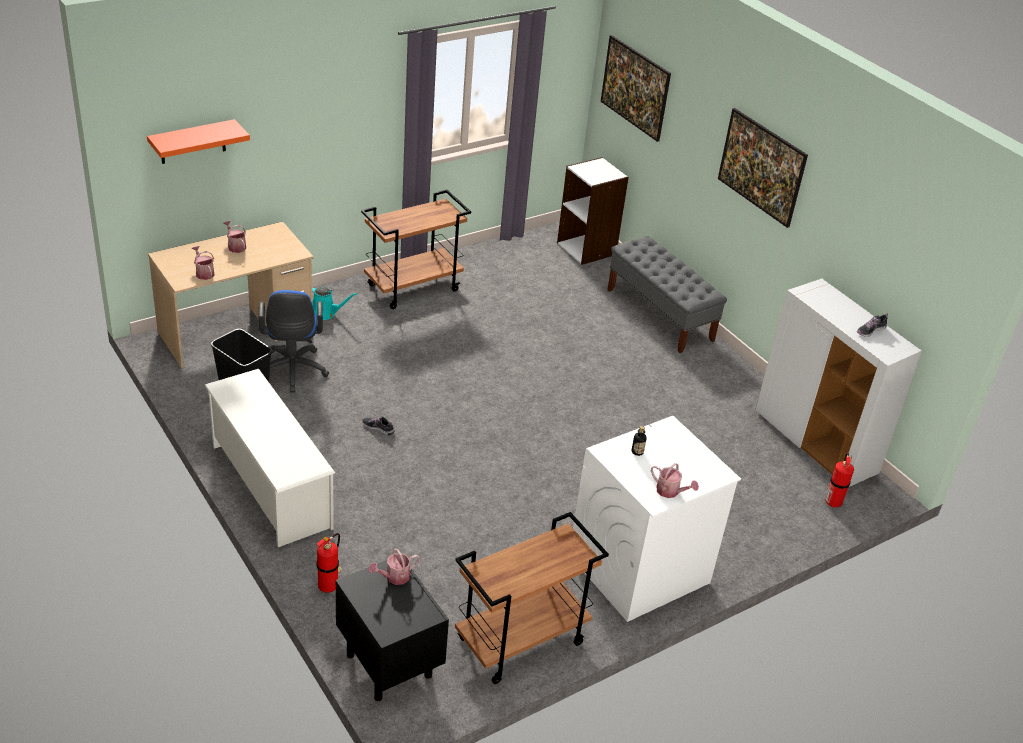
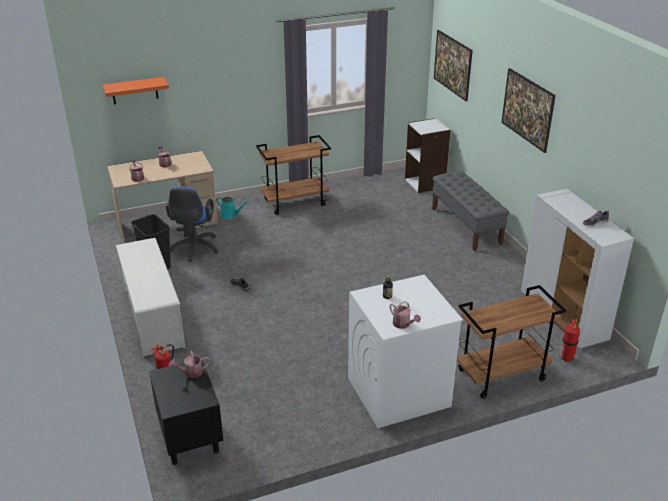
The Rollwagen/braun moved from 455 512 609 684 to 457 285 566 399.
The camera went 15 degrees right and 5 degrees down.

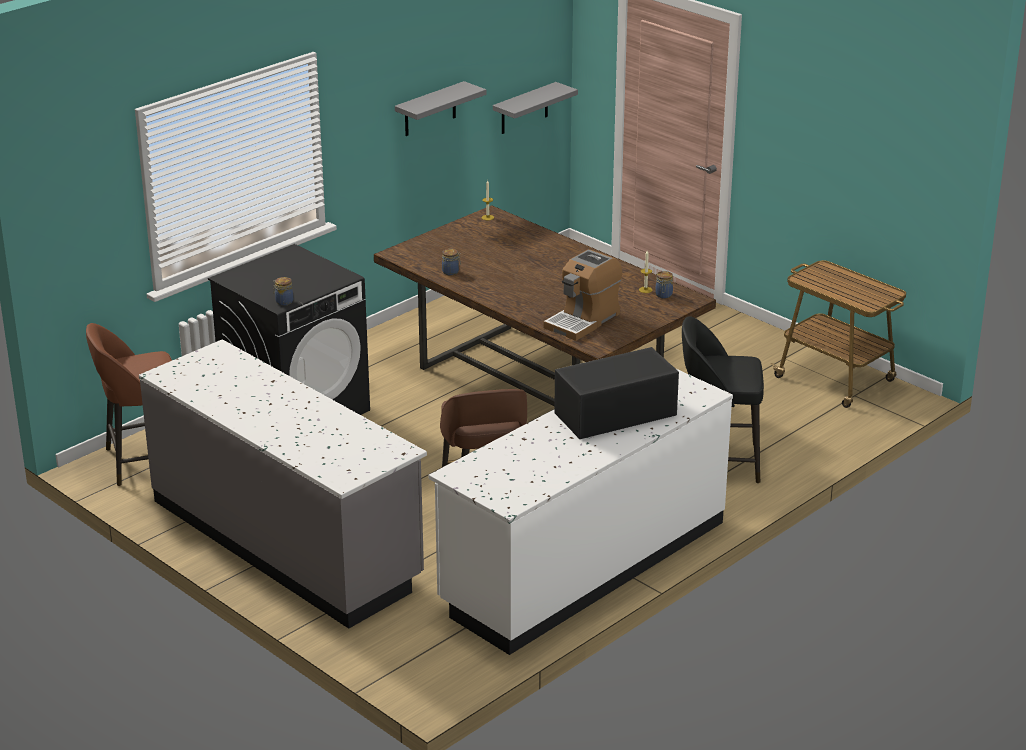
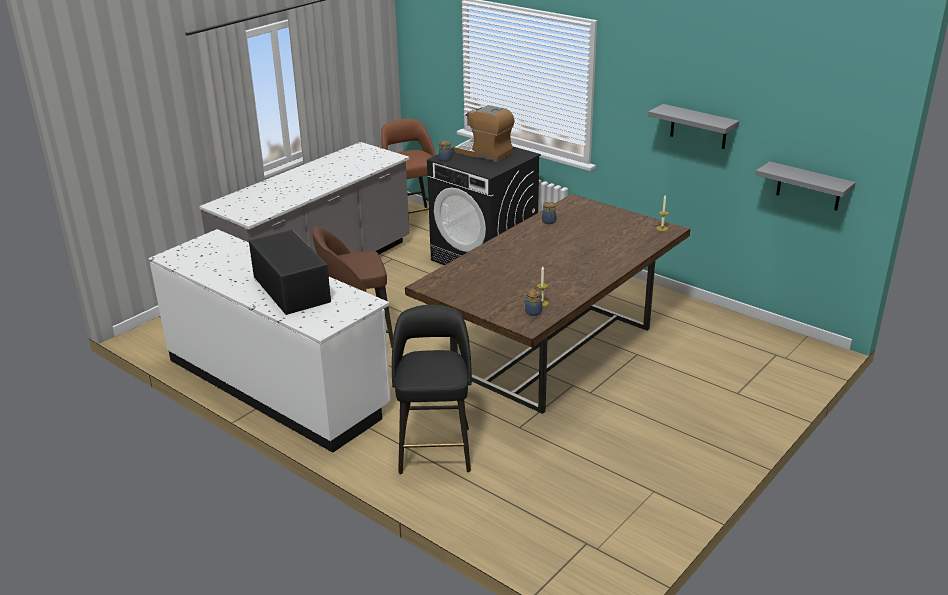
The Kaffeemaschine moved from 543 249 622 341 to 454 105 514 162.
The Rollwagen at 771 260 906 408 disappeared.
The camera went 85 degrees right and 0 degrees up.

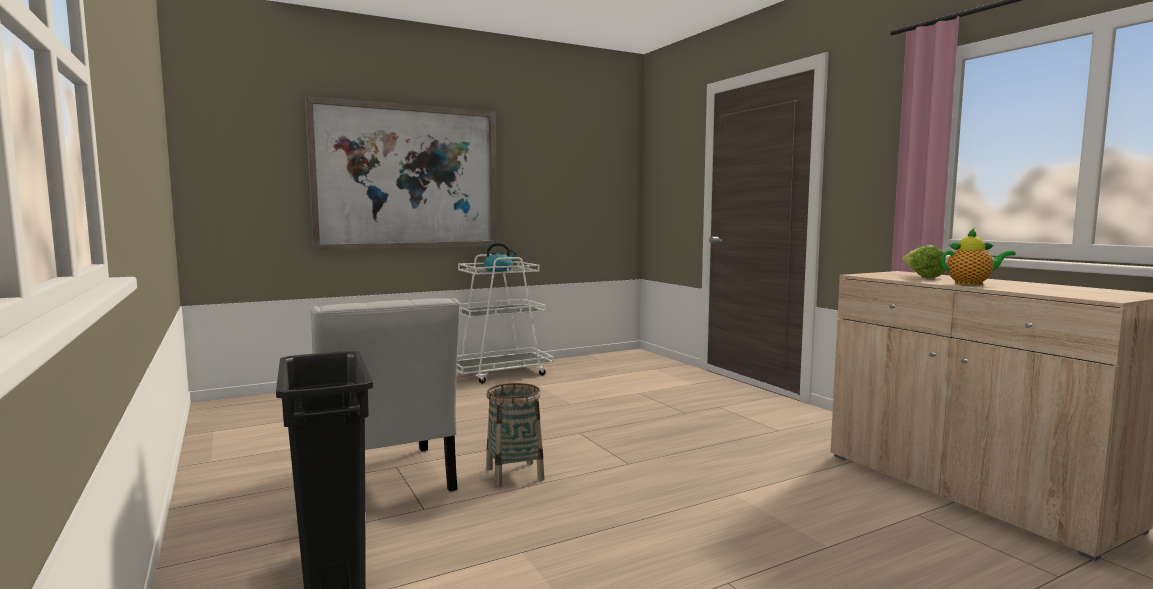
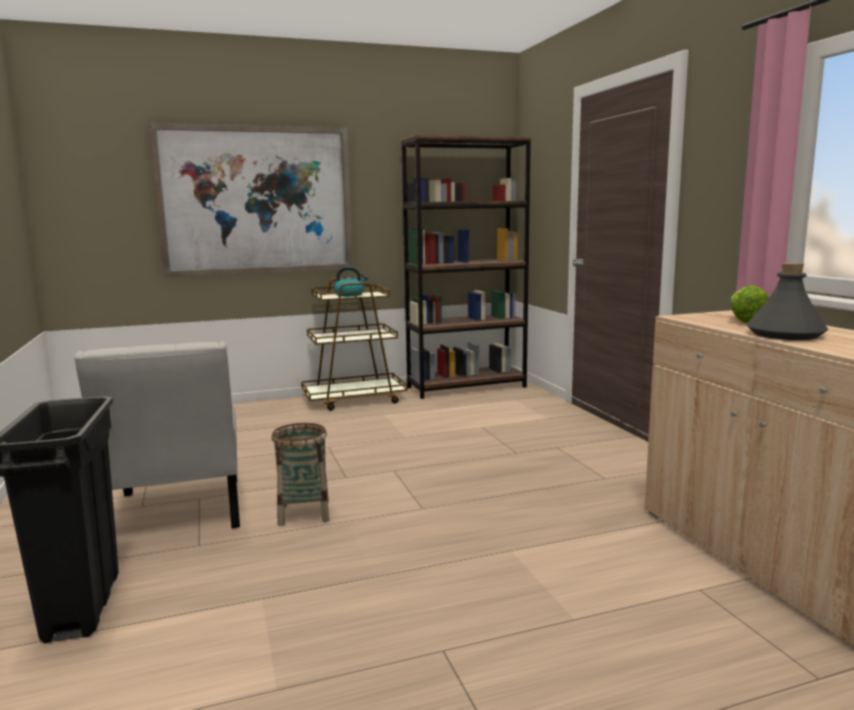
The Rollwagen/weiß at 457 254 554 384 became the Rollwagen/braun at 301 277 408 411.
The Bücherregal/braun at 401 135 531 399 appeared.
The Teekanne at 941 229 1016 285 was replaced by the Flasche/grau at 746 263 828 340.
The camera went 10 degrees right and 5 degrees up.

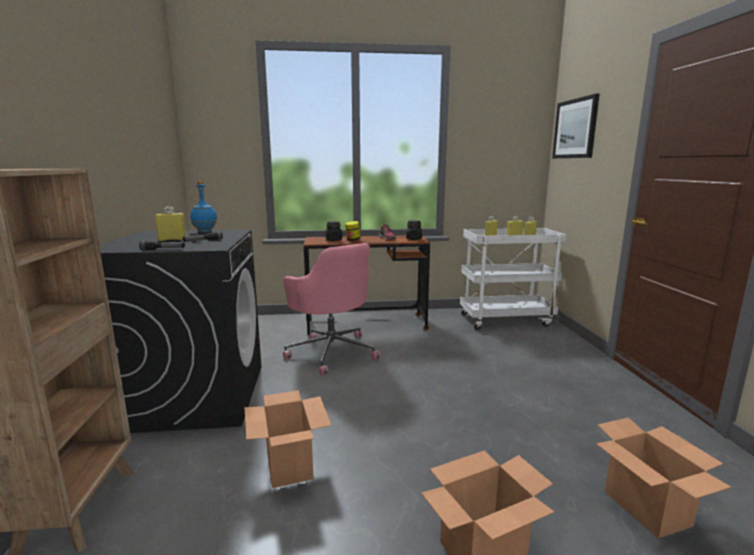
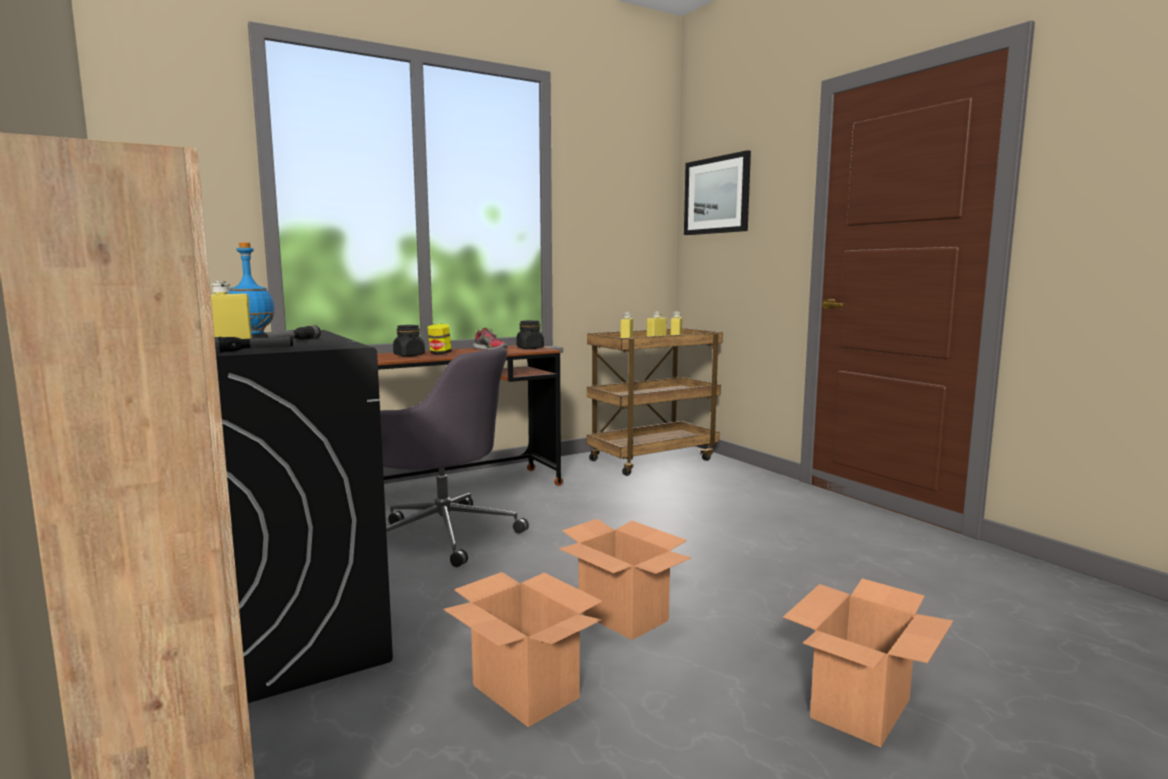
The Bürostuhl/rosa at 283 243 381 375 became the Bürostuhl/grau at 380 348 529 567.
The Karton moved from 596 417 731 538 to 559 519 691 640.
The Rollwagen/weiß at 460 228 566 330 became the Rollwagen/braun at 587 328 723 476.
The camera went 25 degrees left and 5 degrees down.

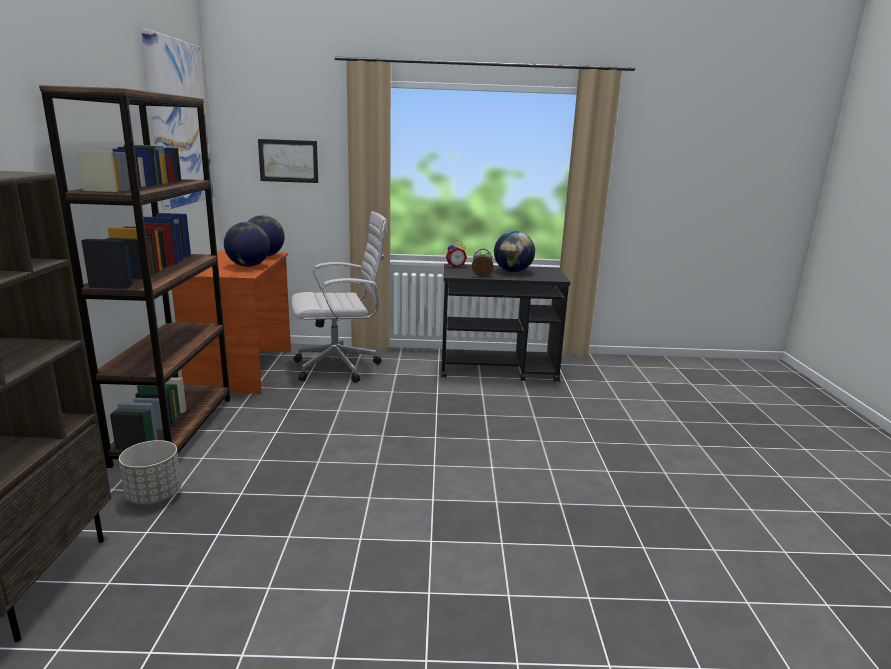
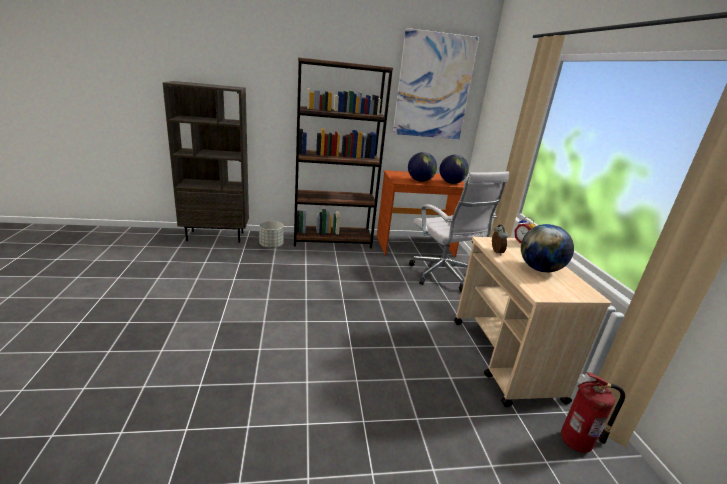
The Rollwagen/schwarz at 441 264 570 382 became the Rollwagen/beige at 454 237 611 407.
The Feuerlöscher at 561 372 625 453 appeared.
The Bild at 258 139 318 183 disappeared.
The camera went 80 degrees right and 5 degrees up.

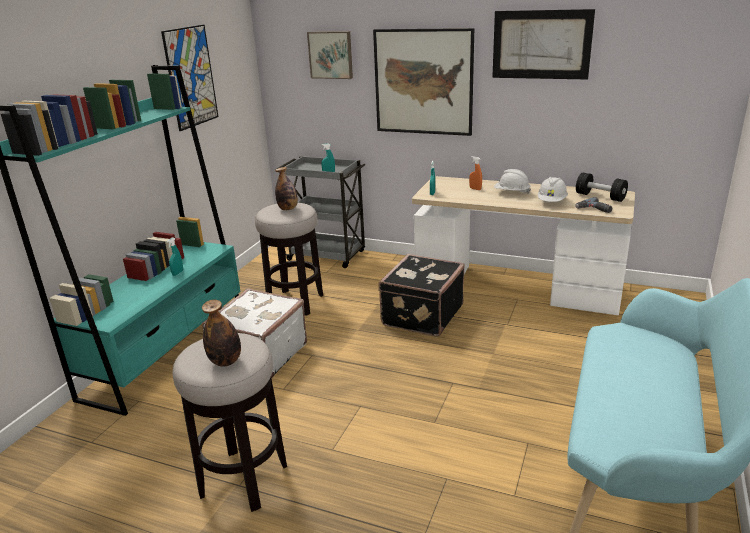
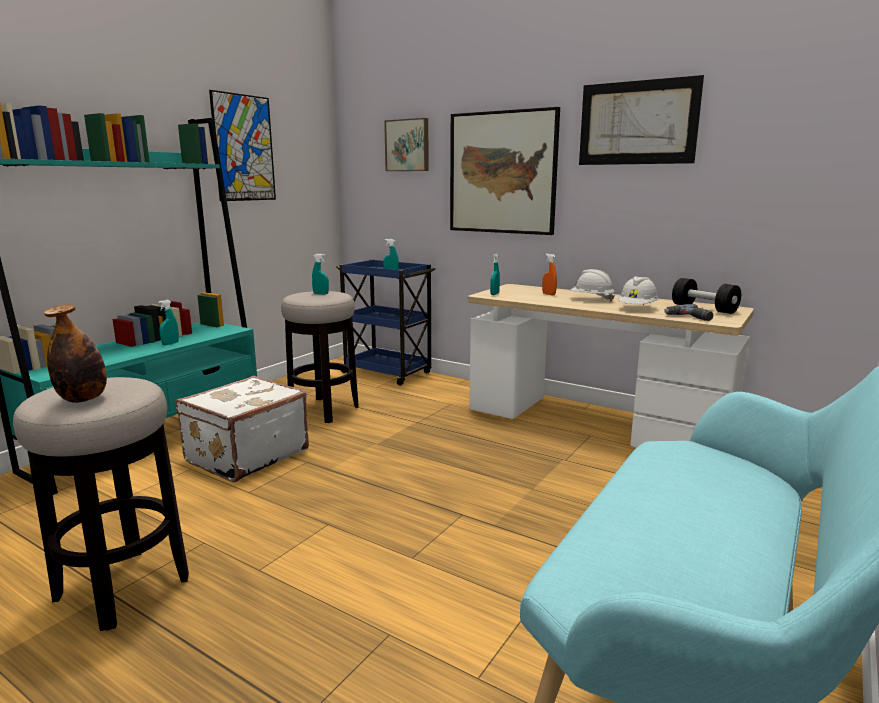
The Flasche at 275 167 298 210 was replaced by the Sprühflasche/türkis at 312 254 329 295.
The Rollwagen/grau at 277 156 365 268 became the Rollwagen/blau at 336 259 436 386.
The Koffer/schwarz at 378 254 465 337 disappeared.
The camera went 10 degrees right and 10 degrees down.

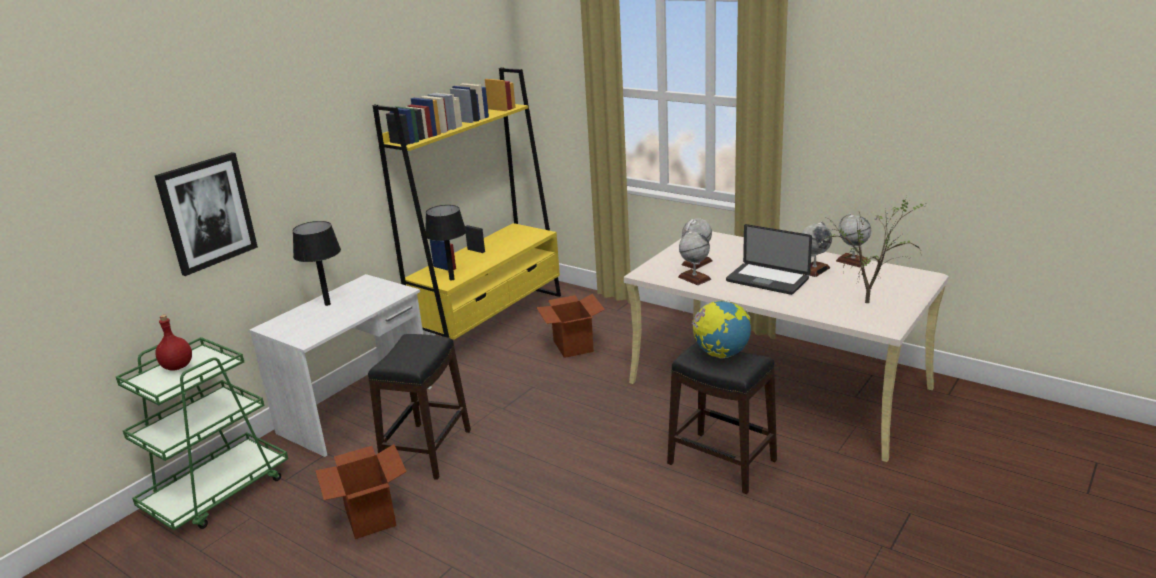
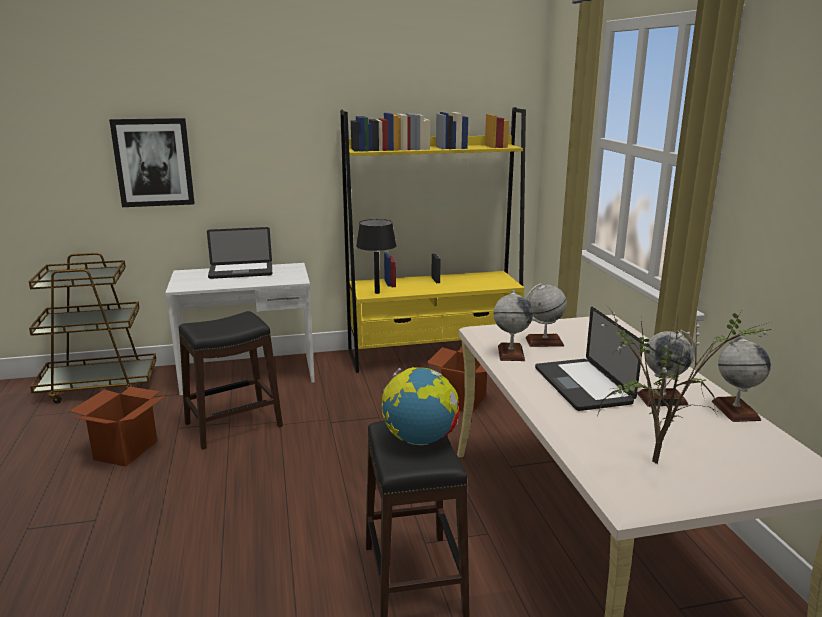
The Rollwagen/grün at 116 337 289 530 became the Rollwagen/braun at 29 253 156 404.
The Tischlampe/schwarz at 293 221 341 306 was replaced by the Laptop at 207 227 272 279.
The Flasche/rot at 155 315 192 371 disappeared.
The camera went 40 degrees right and 5 degrees down.

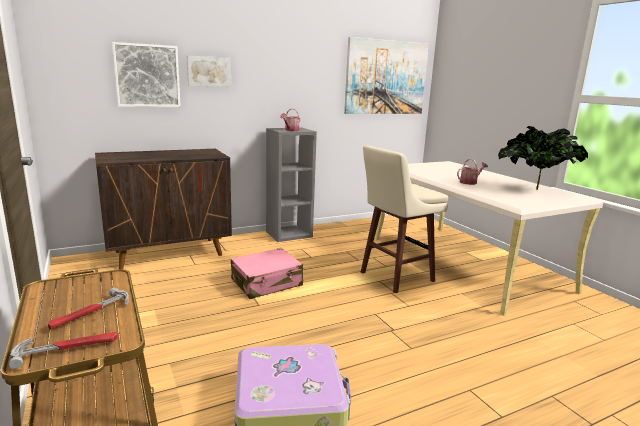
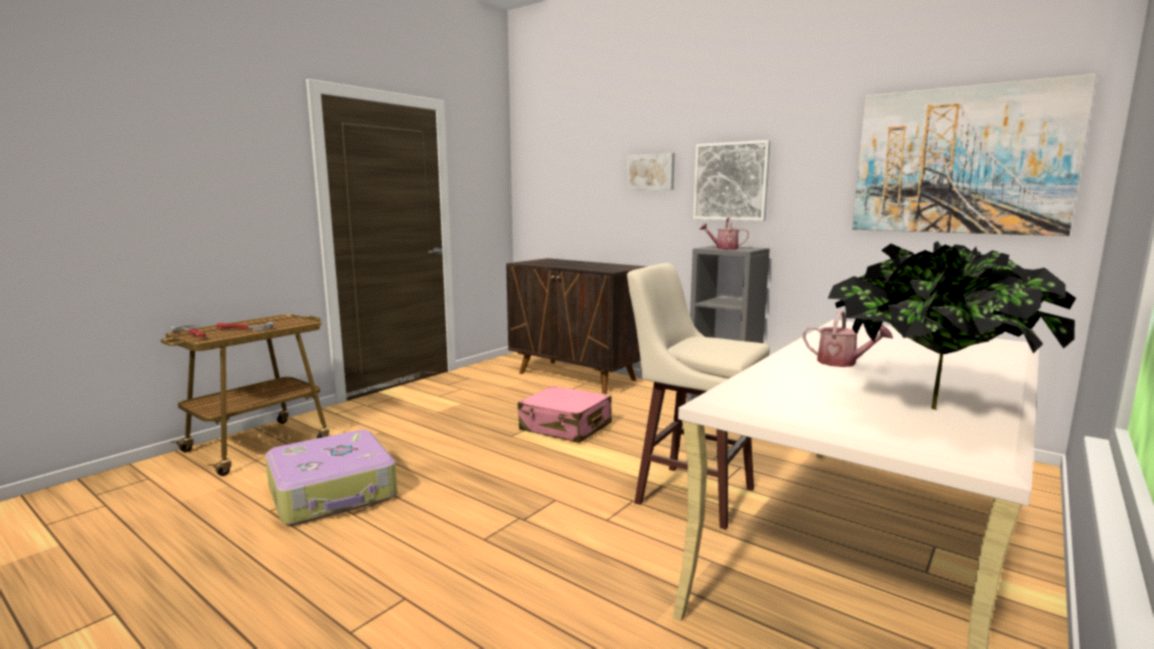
The Bild moved from 112 42 181 107 to 693 140 771 221.
The camera went 65 degrees right and 5 degrees down.

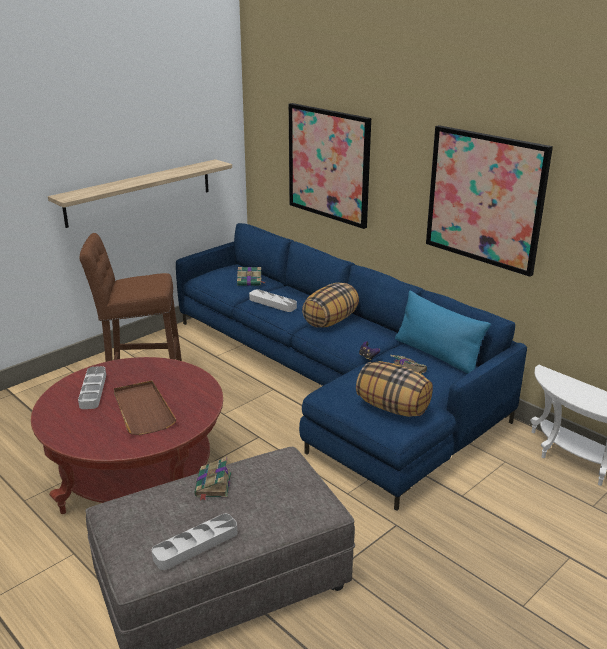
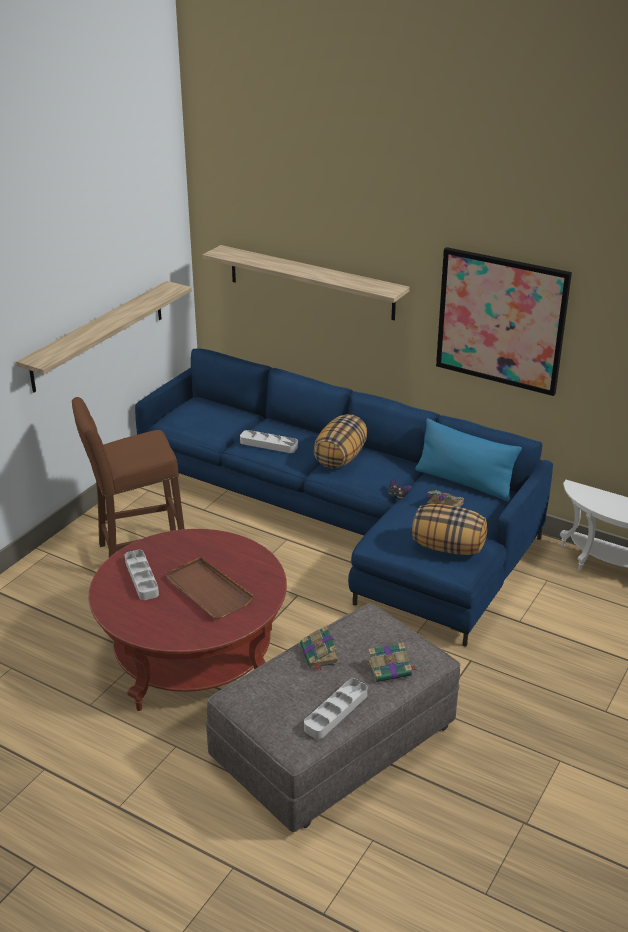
The Bild at 289 103 371 229 was replaced by the Wandregal at 202 245 410 320.
The Buch moved from 237 267 264 286 to 367 642 417 682.
The camera went 15 degrees left and 5 degrees up.

